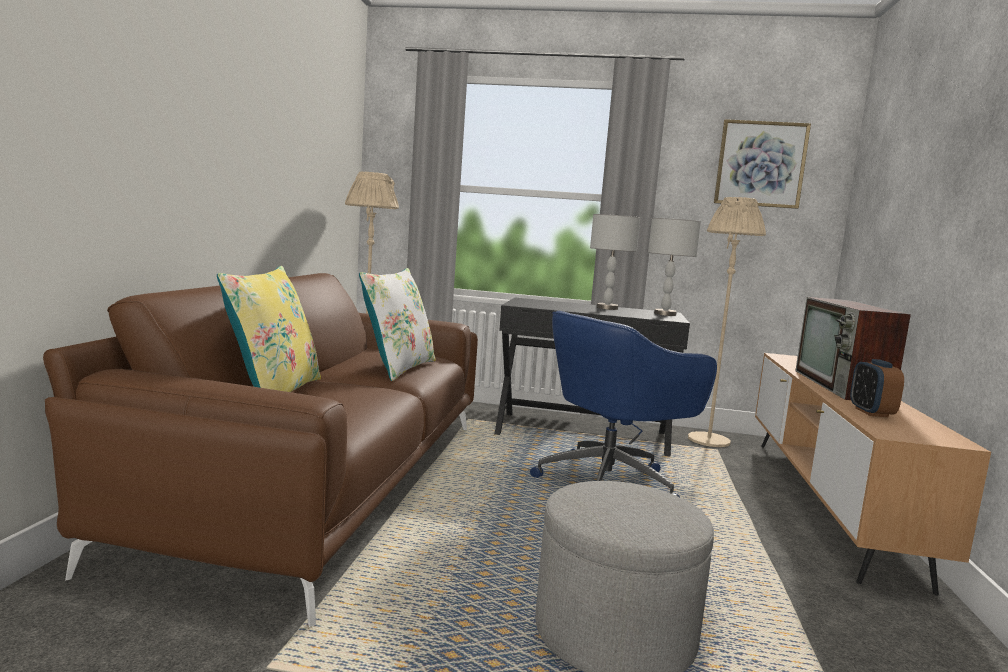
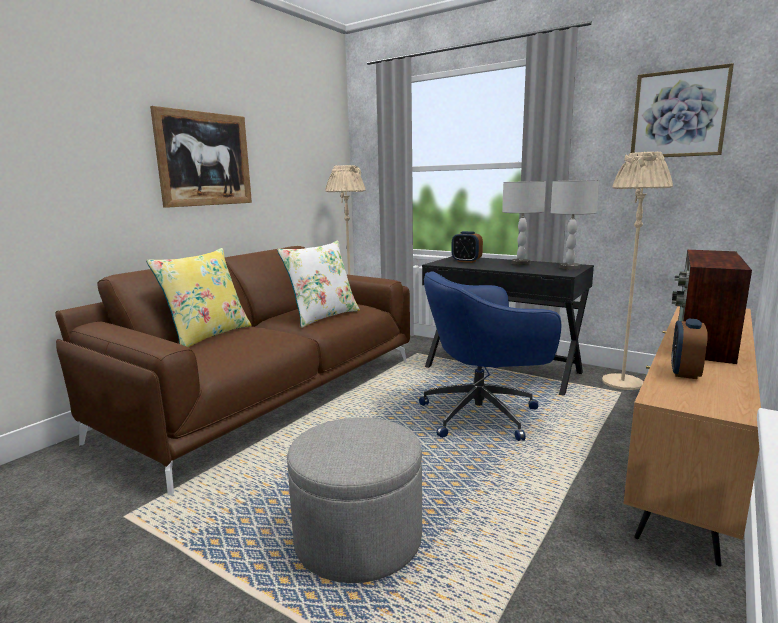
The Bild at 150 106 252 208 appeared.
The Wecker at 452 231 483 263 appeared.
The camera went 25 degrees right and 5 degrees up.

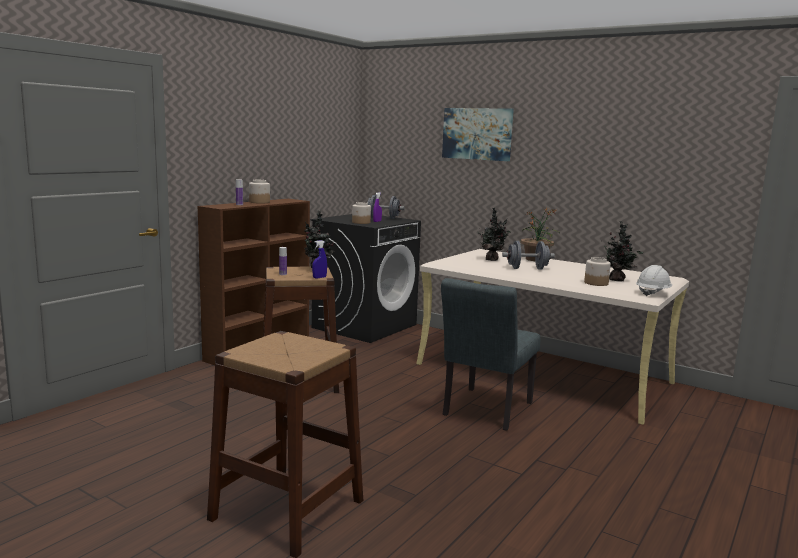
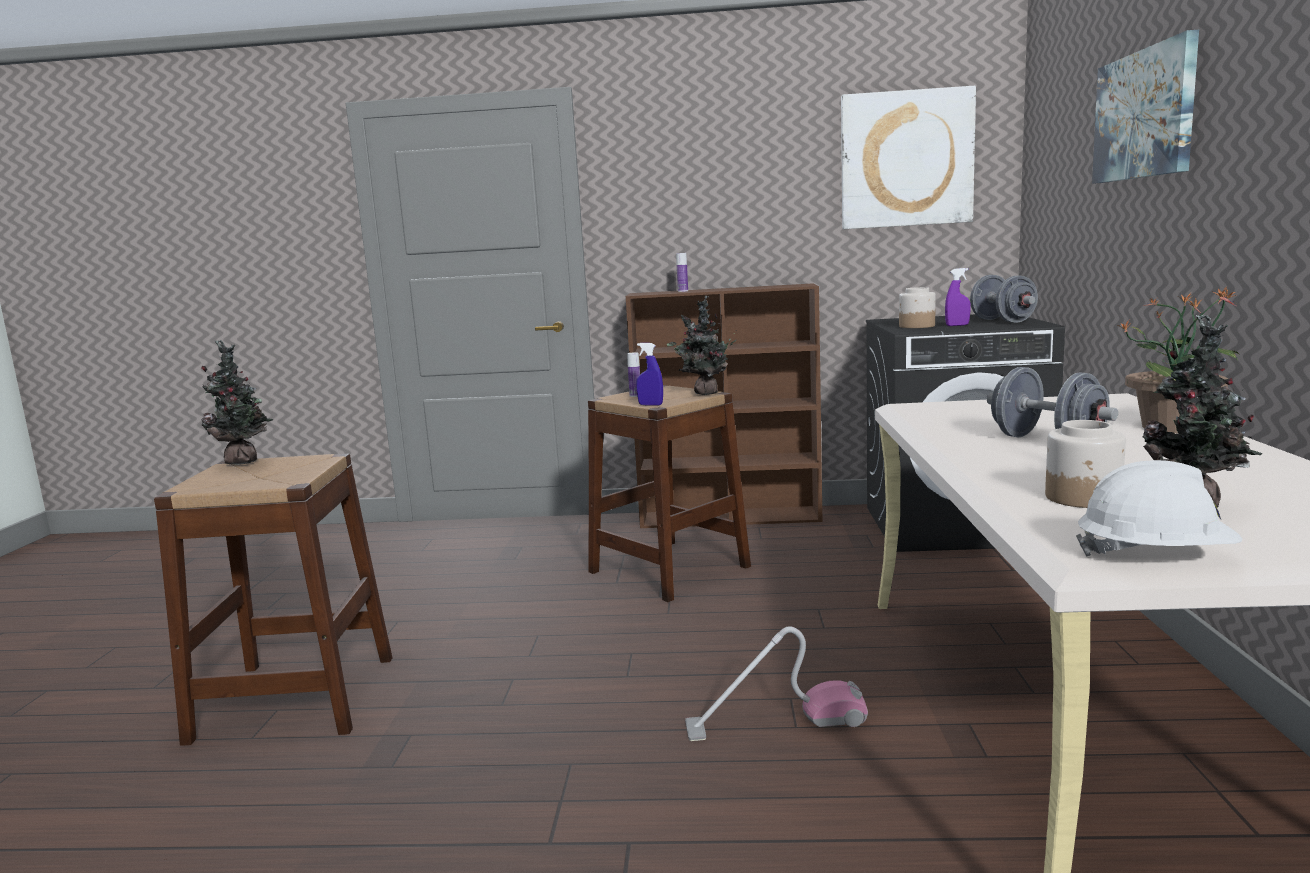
The Topfpflanze moved from 478 208 511 261 to 201 340 274 465.
The Stuhl/grau at 441 278 540 431 was replaced by the Staubsauger at 685 626 868 741.
The Bild at 841 86 976 229 appeared.
The Vorratsglas at 249 180 270 203 disappeared.
The camera went 60 degrees right and 0 degrees up.

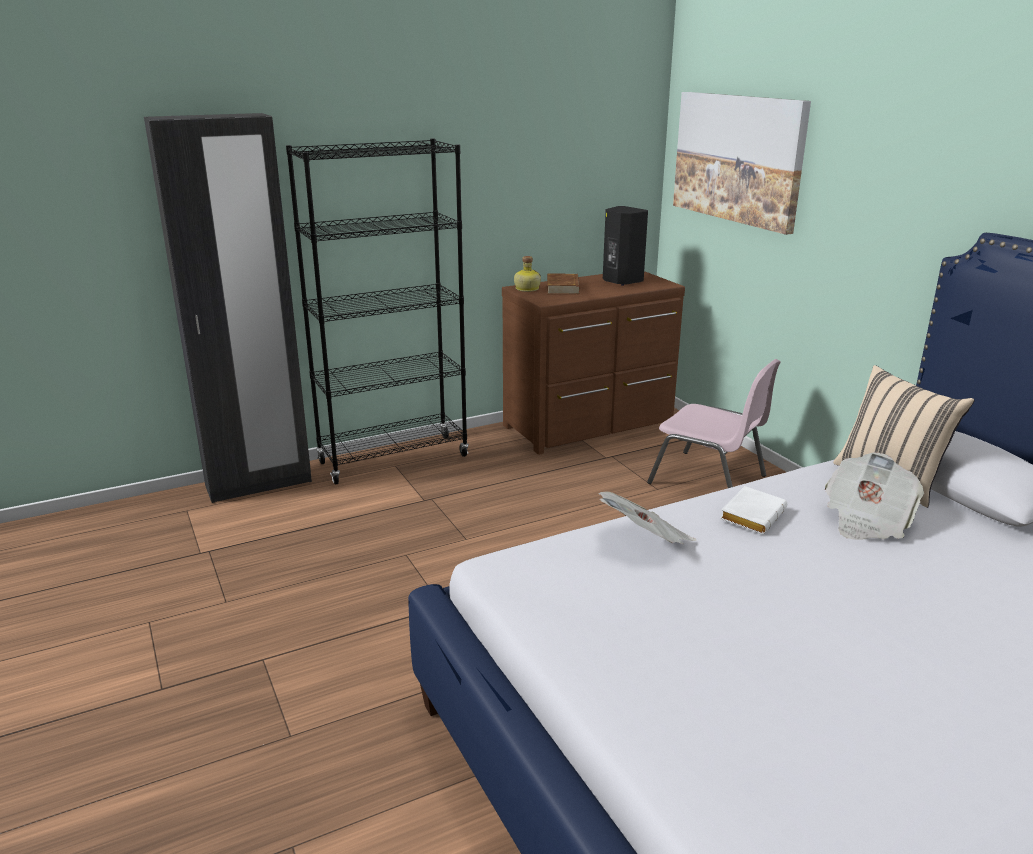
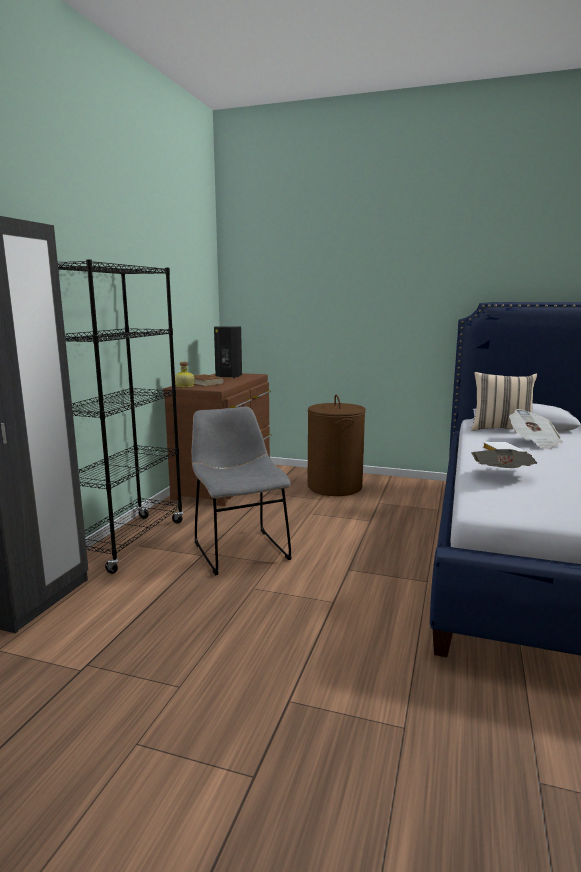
The Stuhl/grau at 192 406 292 575 appeared.
The Stuhl/rosa at 647 359 781 488 was replaced by the Wäschekorb/braun at 307 395 366 496.
The Bild at 673 92 811 235 disappeared.
The camera went 45 degrees left and 10 degrees down.

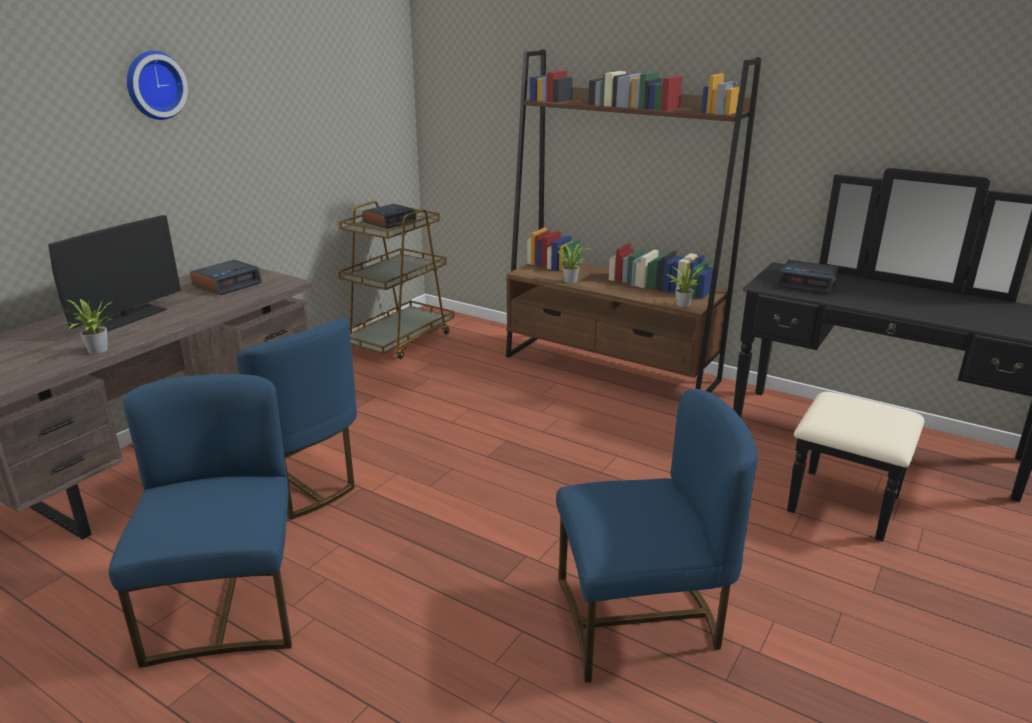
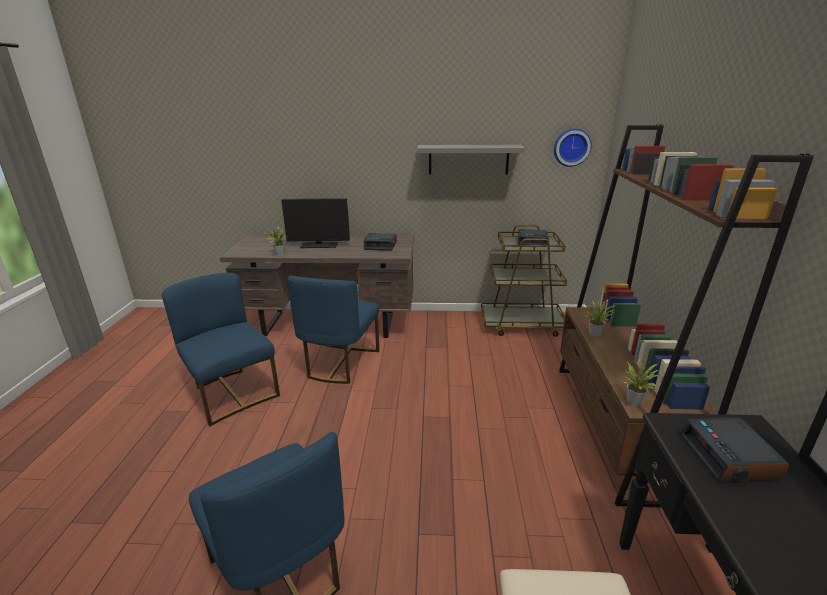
The Stuhl/blau at 108 374 292 668 turned 90 degrees counterclockwise.
The Wandregal/grau at 417 145 525 174 appeared.
The Wanduhr moved from 127 51 188 120 to 554 128 592 167.
The camera went 60 degrees right and 0 degrees up.

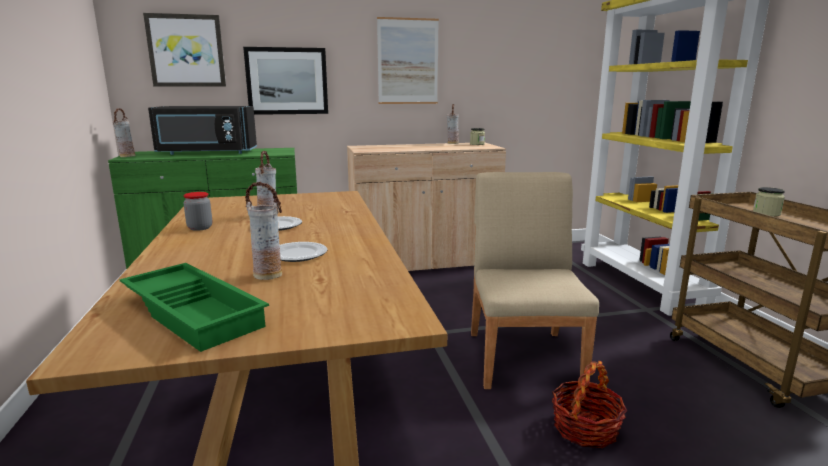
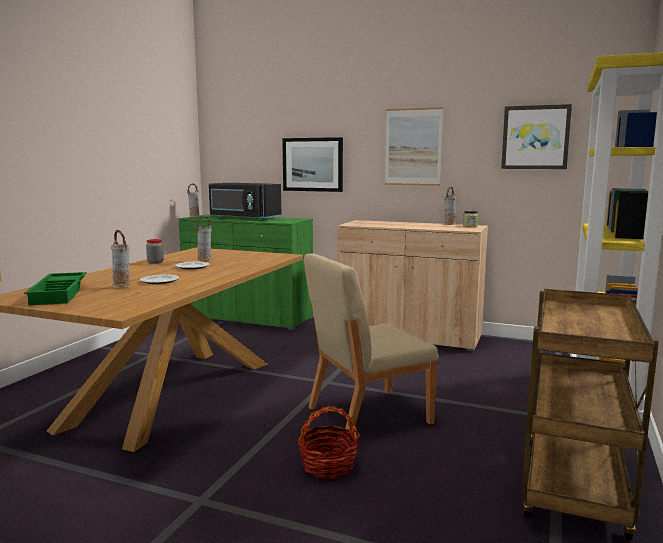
The Stuhl/beige at 471 172 599 389 turned 150 degrees counterclockwise.
The Bild moved from 143 13 226 87 to 501 104 572 169.
The Vorratsglas at 753 187 785 216 disappeared.
The camera went 35 degrees right and 5 degrees down.

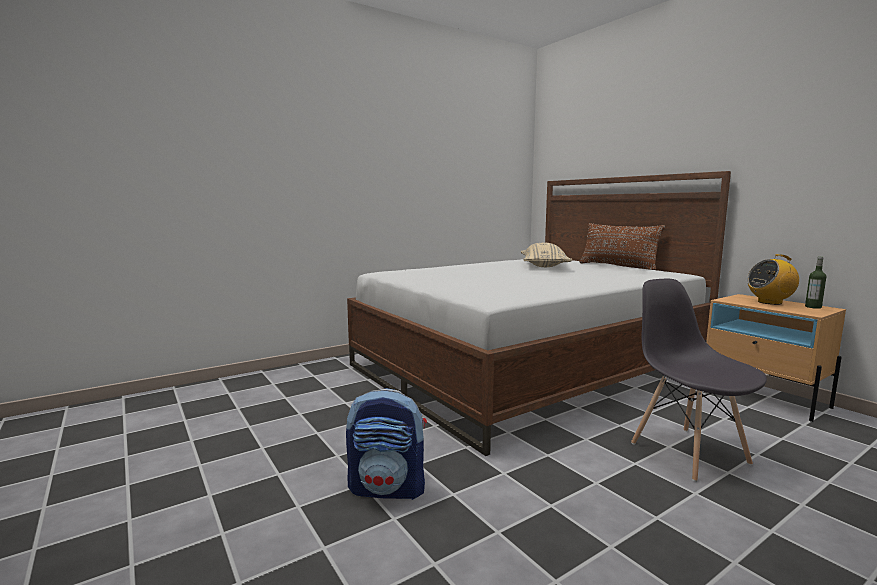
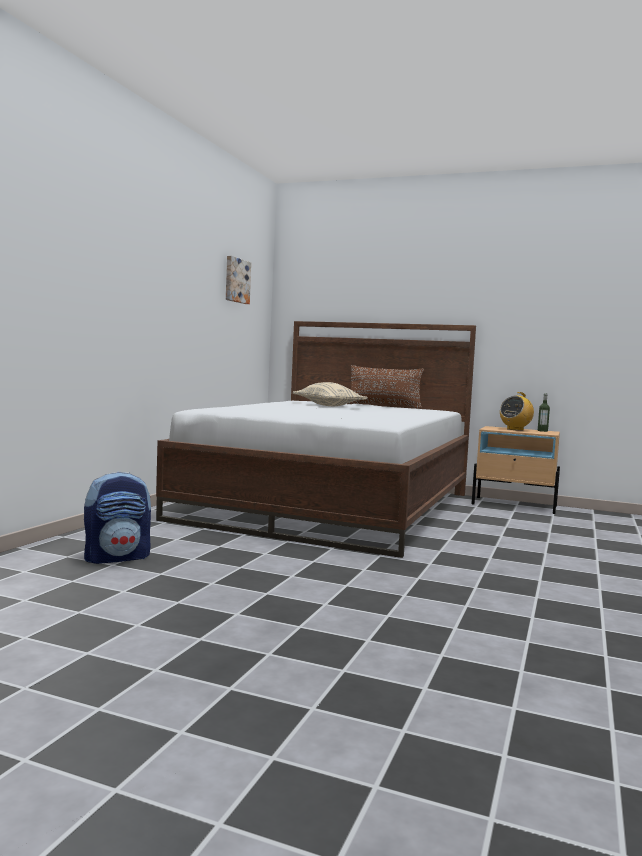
The Rucksack moved from 346 388 427 500 to 84 472 151 564.
The Bild at 226 256 251 304 appeared.
The Stuhl/grau at 631 279 767 482 disappeared.
The camera went 35 degrees left and 5 degrees down.

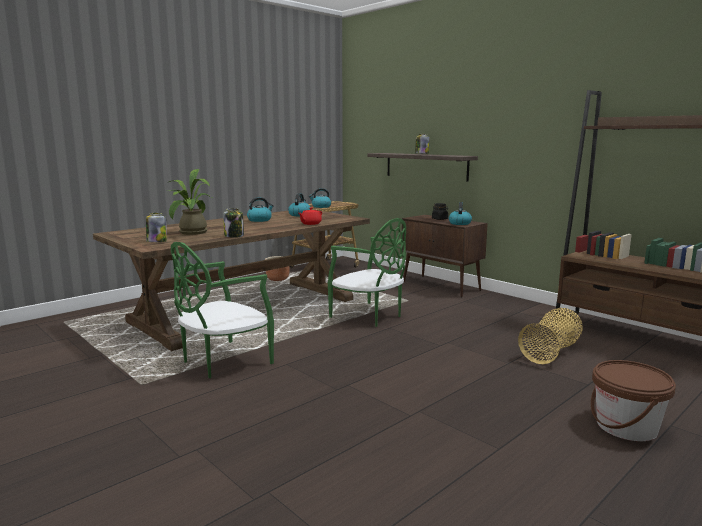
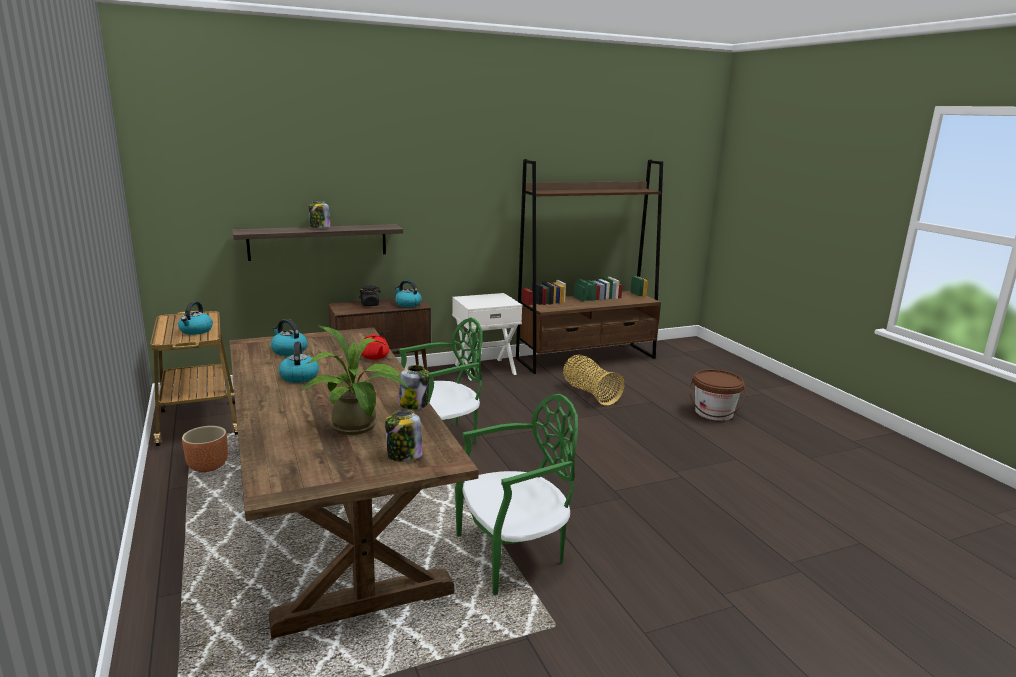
The Nachttisch/weiß at 452 293 522 381 appeared.
The Stuhl/grün at 171 242 274 378 turned 90 degrees counterclockwise.
The camera went 70 degrees left and 5 degrees up.

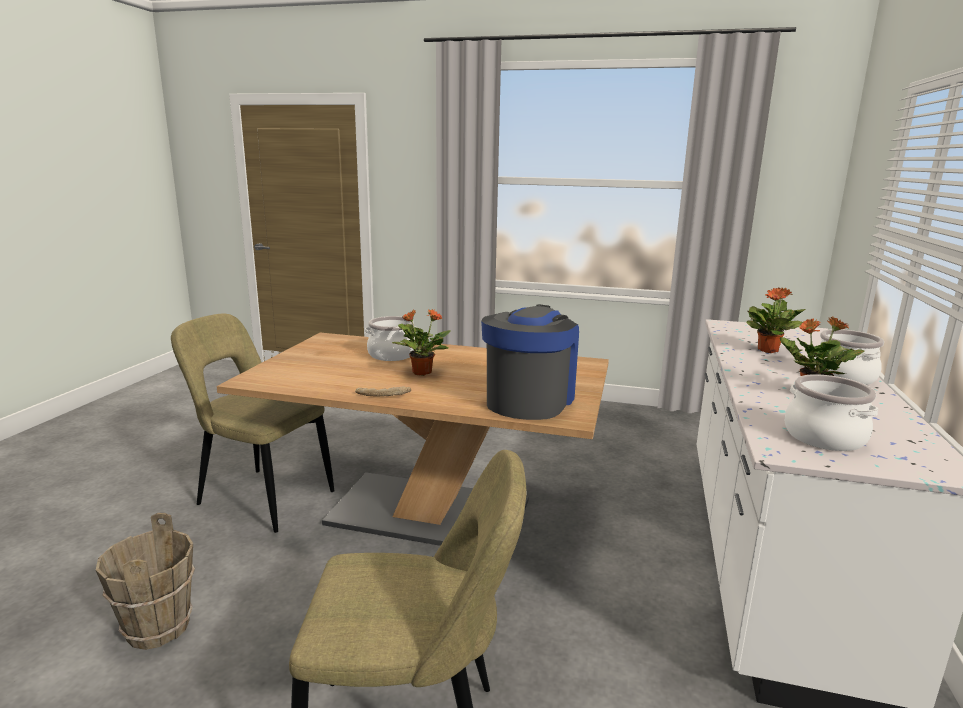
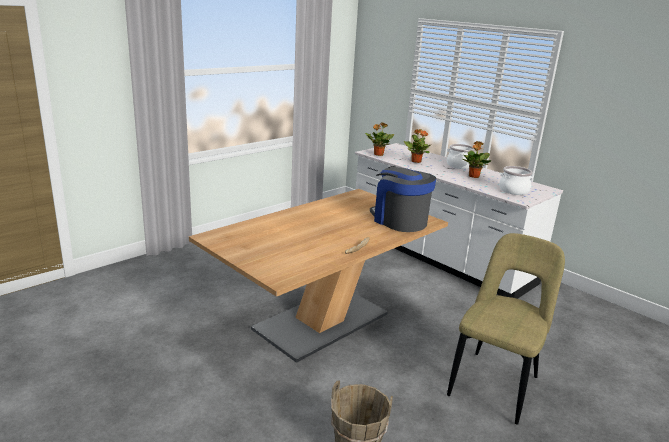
The Topfpflanze moved from 393 309 451 376 to 365 122 394 156.
The Stuhl/beige at 171 314 334 533 disappeared.
The Kochtopf at 365 316 417 361 disappeared.
The camera went 60 degrees left and 5 degrees up.

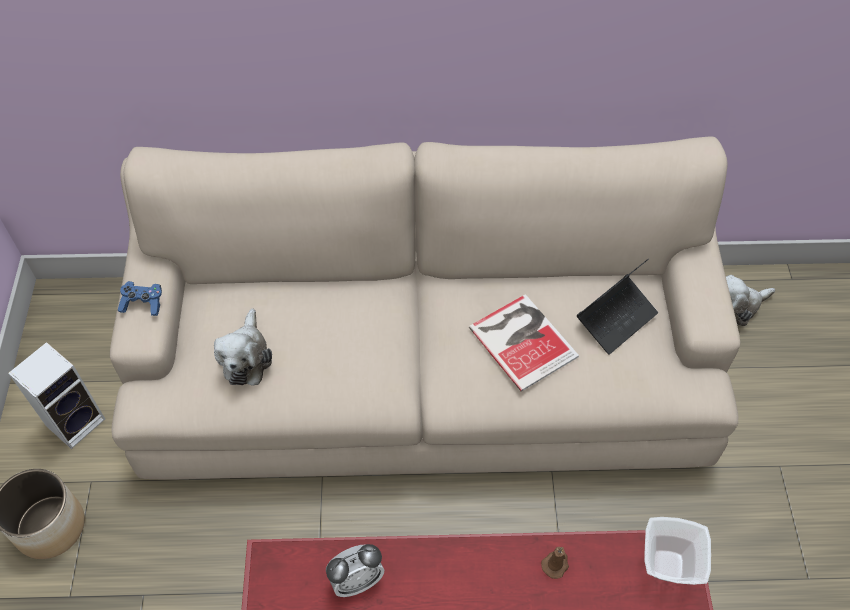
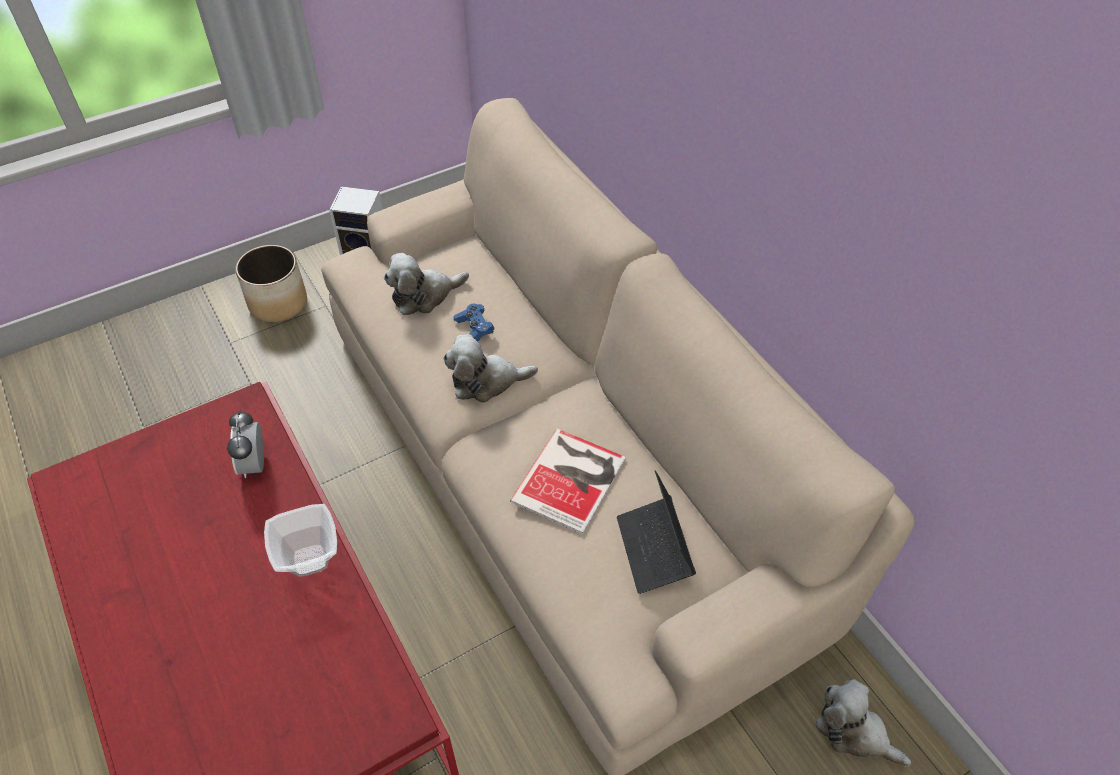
The Wecker at 326 544 384 597 turned 45 degrees clockwise.
The Schüssel moved from 644 517 711 585 to 264 504 337 577.
The Plüschtier at 443 334 538 403 appeared.
The Gamepad/blau moved from 118 281 162 316 to 453 304 494 342.
The Laptop at 577 259 658 355 turned 60 degrees clockwise.
The Kerze/braun at 541 547 569 579 disappeared.
The camera went 60 degrees right and 5 degrees down.

